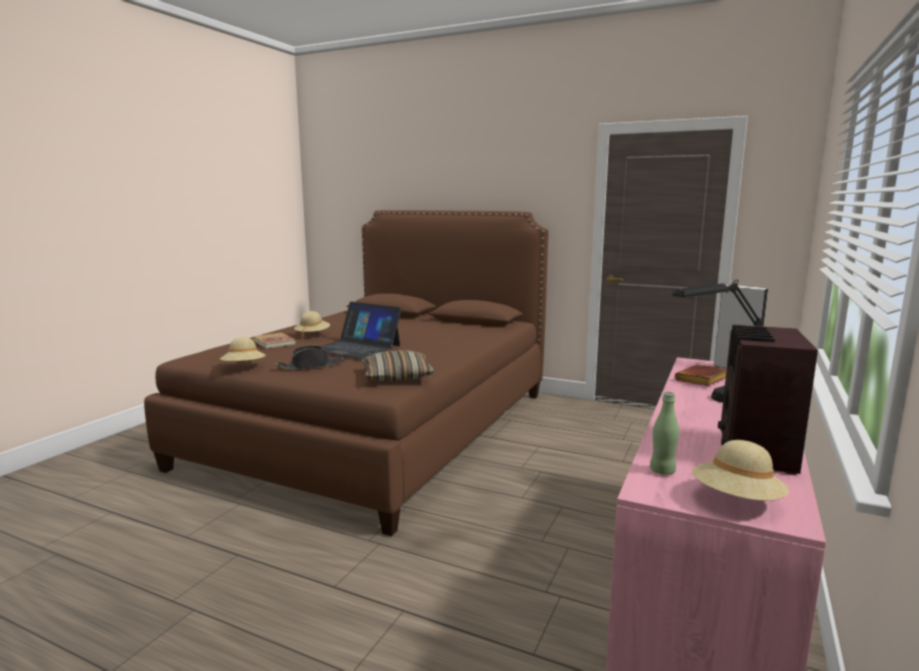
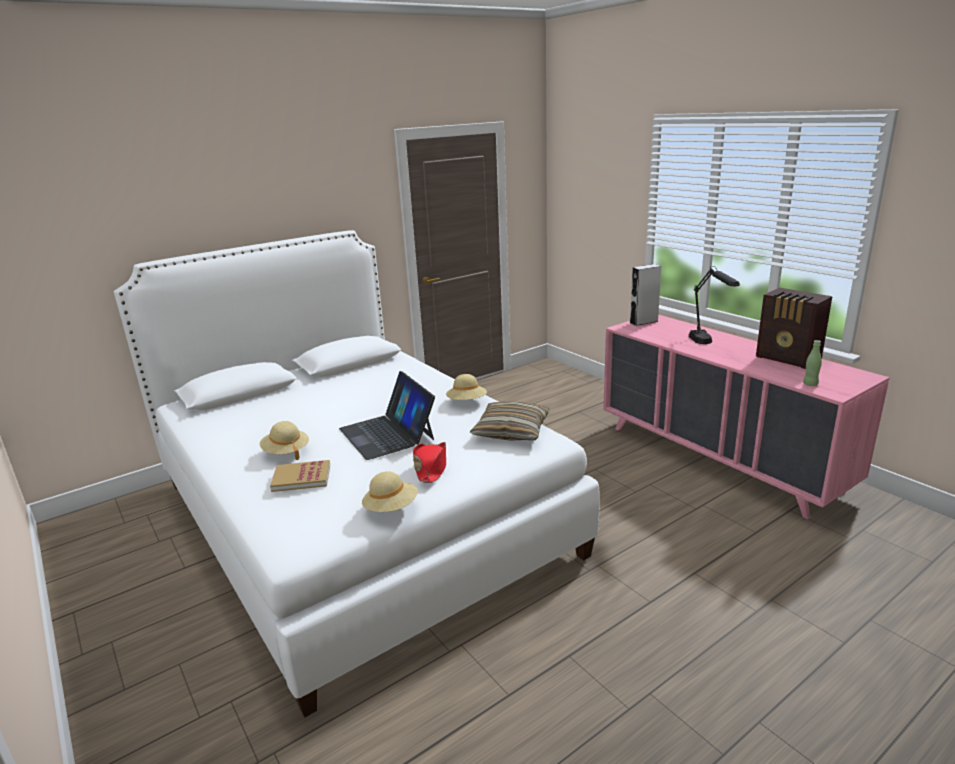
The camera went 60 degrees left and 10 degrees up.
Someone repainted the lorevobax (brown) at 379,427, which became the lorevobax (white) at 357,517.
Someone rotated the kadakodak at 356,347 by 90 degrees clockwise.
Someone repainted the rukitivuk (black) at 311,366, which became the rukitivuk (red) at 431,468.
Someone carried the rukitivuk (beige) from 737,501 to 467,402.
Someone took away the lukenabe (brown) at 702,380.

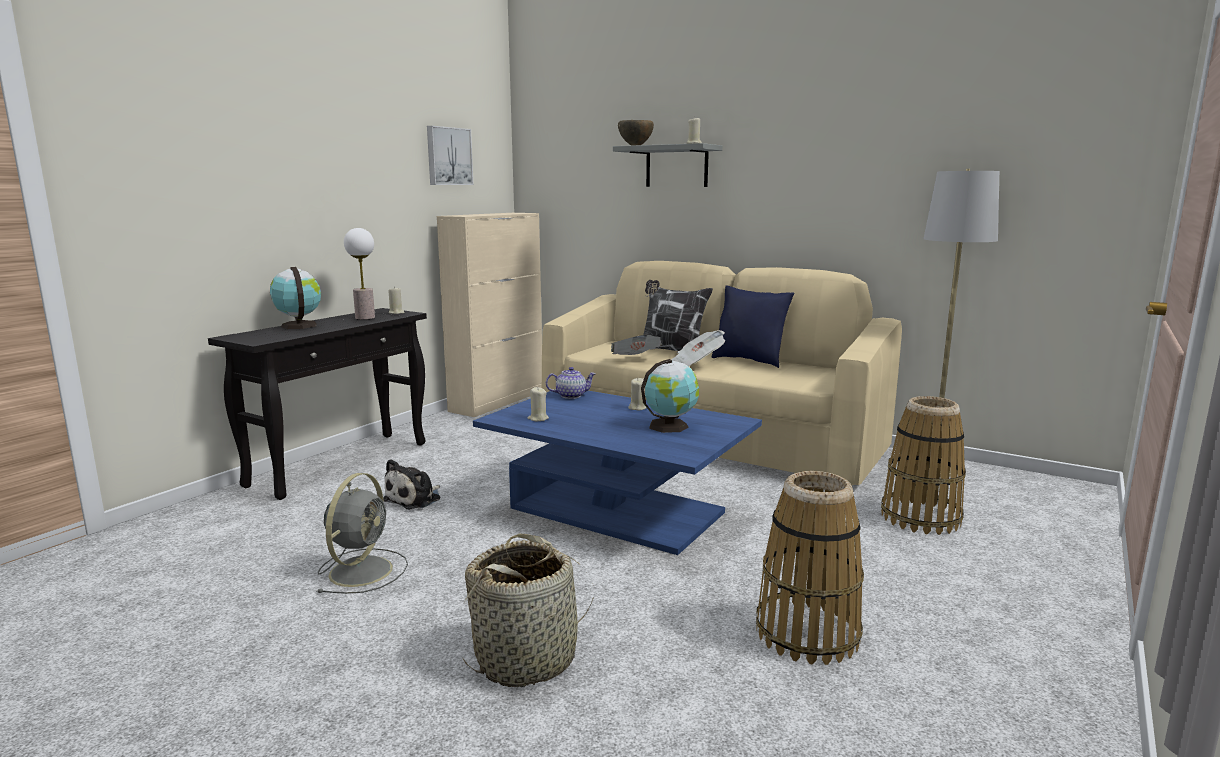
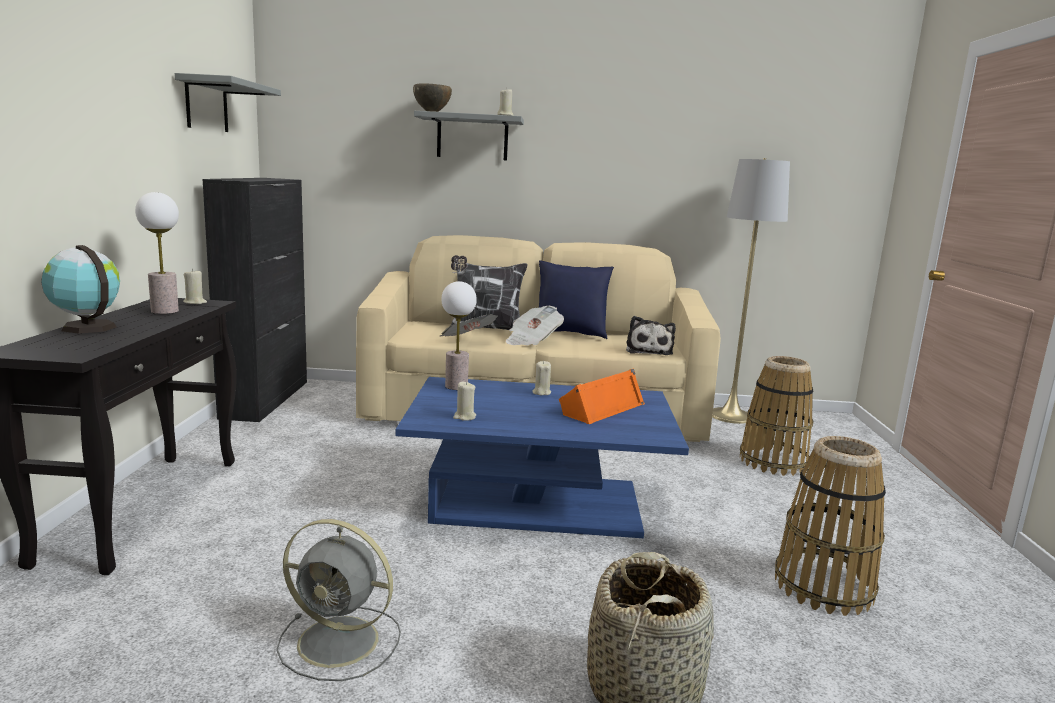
The camera went 30 degrees left and 0 degrees up.
Someone swapped the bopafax at 448,156 for the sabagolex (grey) at 206,105.
Someone repainted the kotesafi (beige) at 498,401, which became the kotesafi (black) at 266,399.
Someone rotated the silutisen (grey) at 362,570 by 120 degrees clockwise.
Someone swapped the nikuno at 571,395 for the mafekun at 456,386.
Someone swapped the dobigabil at 670,426 for the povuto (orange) at 601,408.
Someone carried the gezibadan from 415,499 to 648,351.

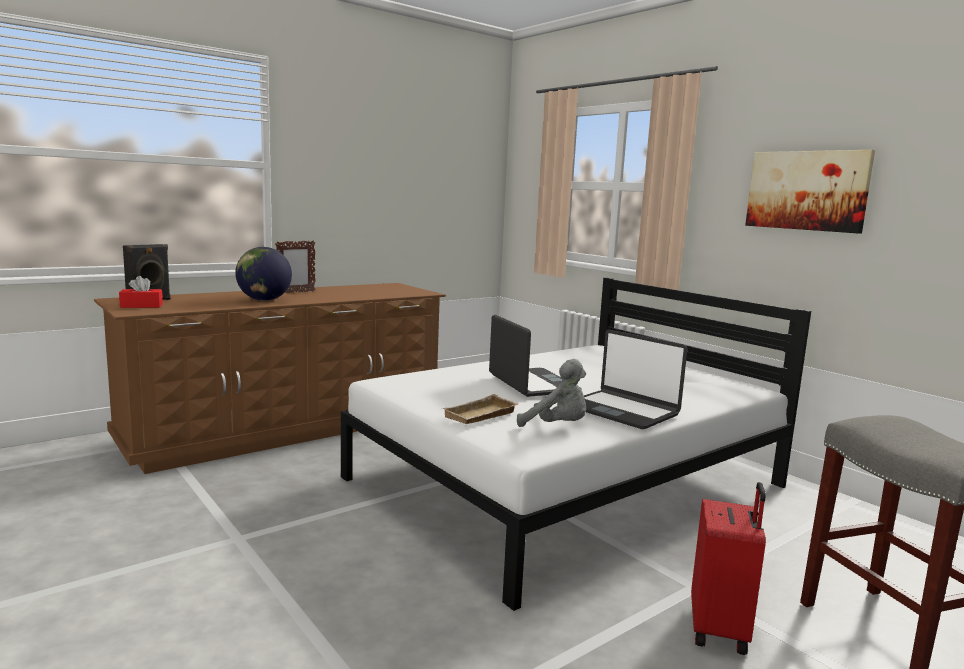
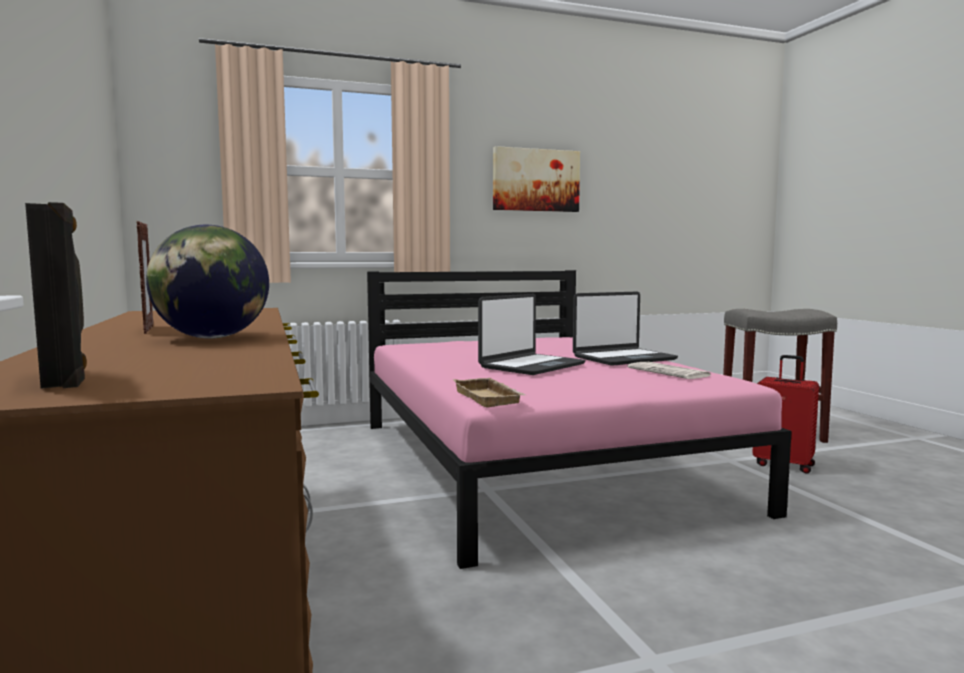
The camera went 70 degrees left and 5 degrees down.
Someone repainted the lorevobax (white) at 567,482, which became the lorevobax (pink) at 535,463.
Someone carried the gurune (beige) from 481,416 to 490,398.
Someone rotated the kadakodak at 532,384 by 135 degrees clockwise.
Someone swapped the gezibadan (grey) at 557,427 for the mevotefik at 670,372.
Someone took away the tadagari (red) at 141,306.

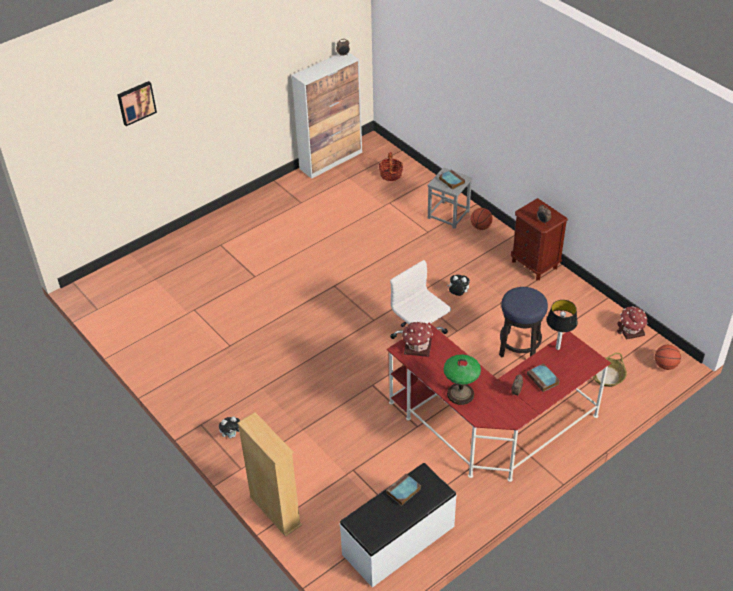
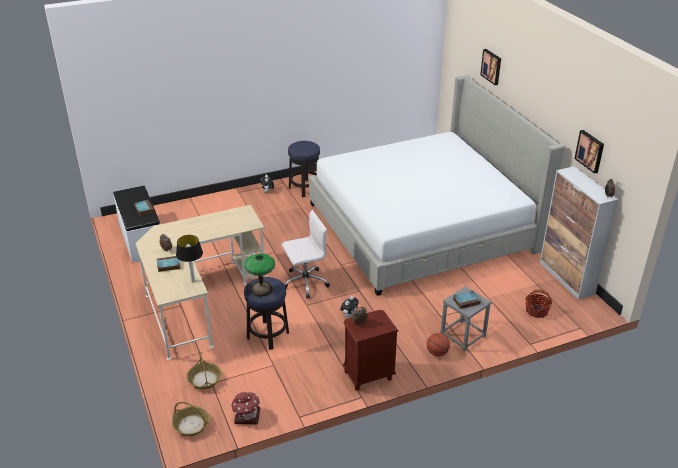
The camera went 105 degrees right and 10 degrees down.
Someone repainted the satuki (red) at 492,428, which became the satuki (beige) at 197,299.
Someone swapped the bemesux at 665,365 for the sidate at 191,425.
Someone carried the mafekun from 460,394 to 261,289.
Someone put down the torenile at 305,188.
Someone put down the lorevobax at 422,227.
Someone put up the bopafax at 590,151.
Someone took away the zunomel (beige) at 275,511.
Someone took away the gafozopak at 417,347.

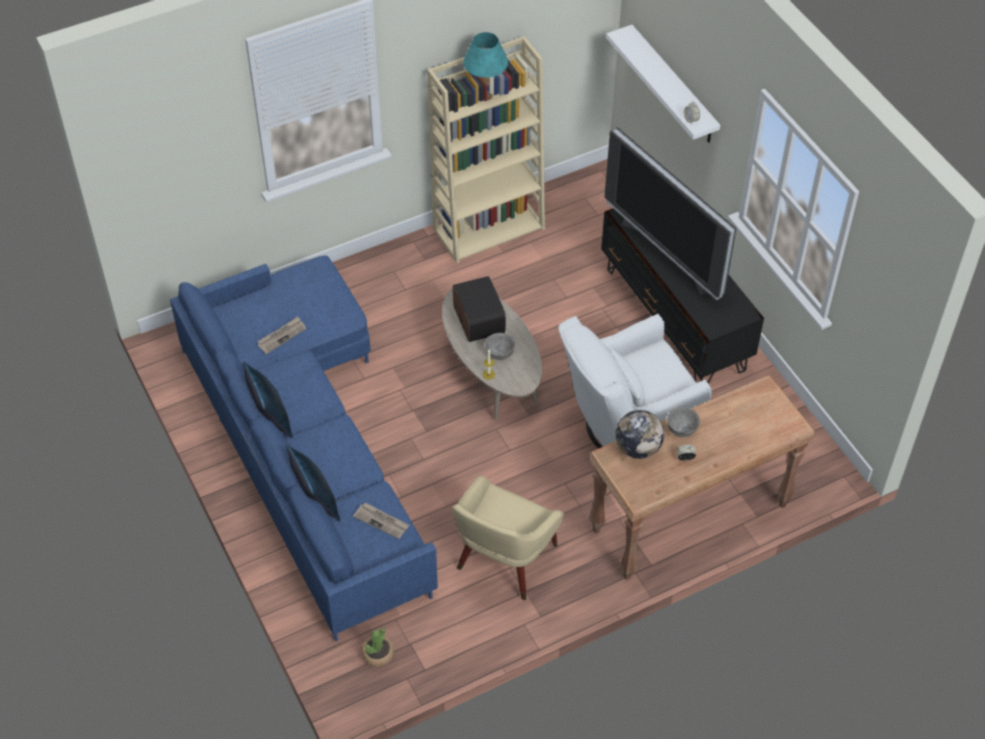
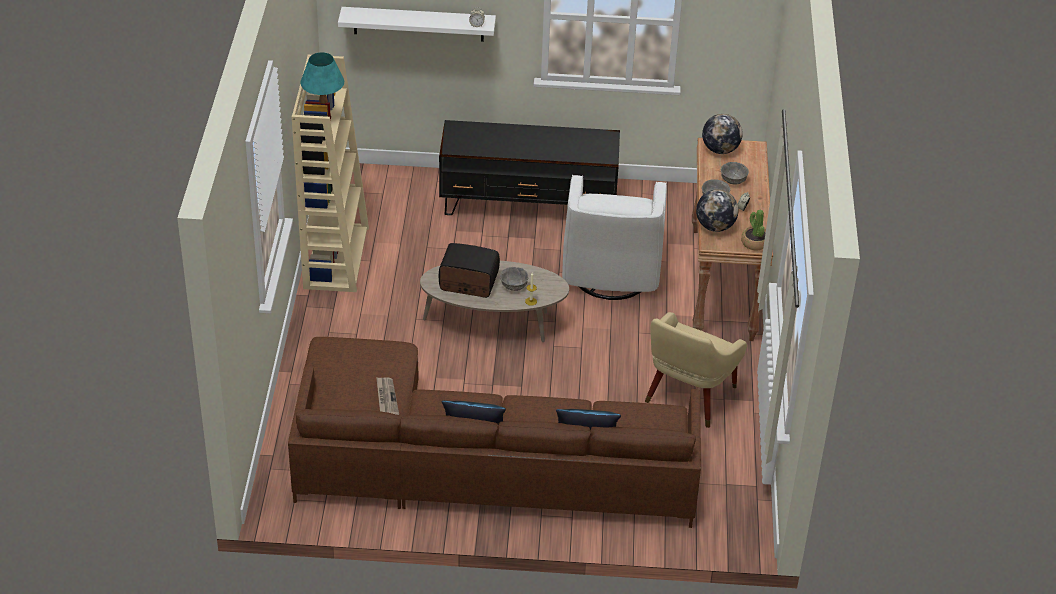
The camera went 60 degrees left and 10 degrees down.
Someone repainted the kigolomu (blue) at 306,447, which became the kigolomu (brown) at 476,465.
Someone rotated the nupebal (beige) at 503,562 by 60 degrees clockwise.
Someone put down the dobigabil at 720,150.
Someone put down the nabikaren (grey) at 733,180.
Someone carried the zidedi from 377,654 to 754,243.
Someone took away the mevotefik at 382,521.
Someone took away the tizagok at 669,254.

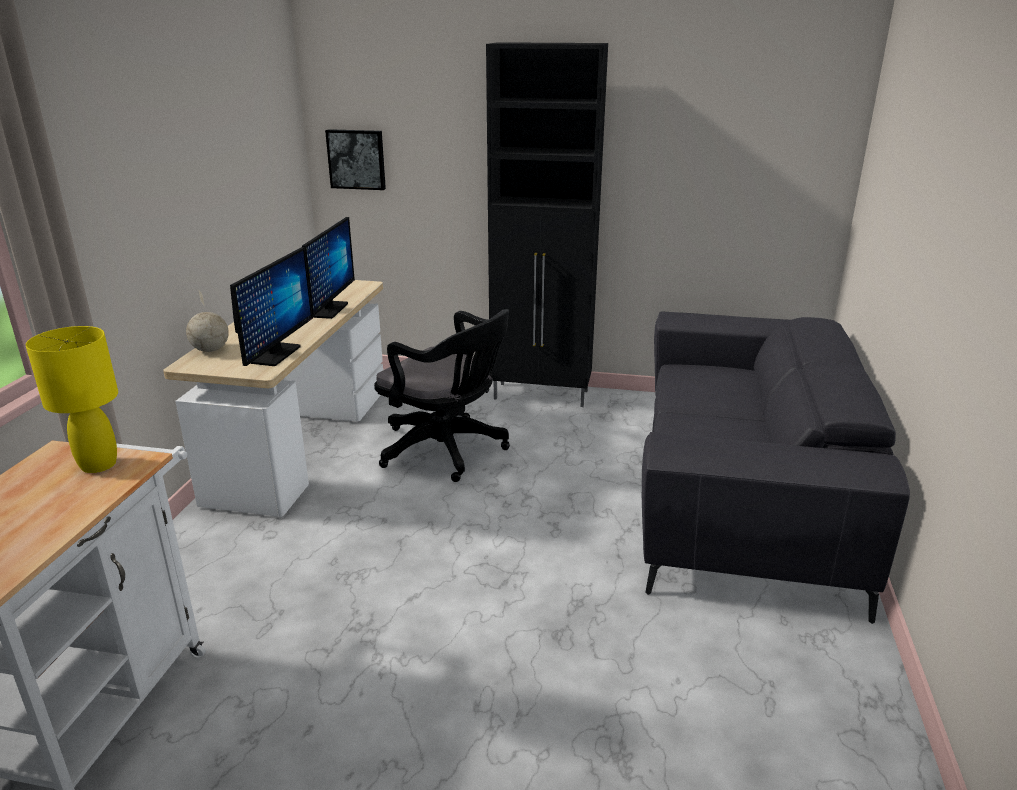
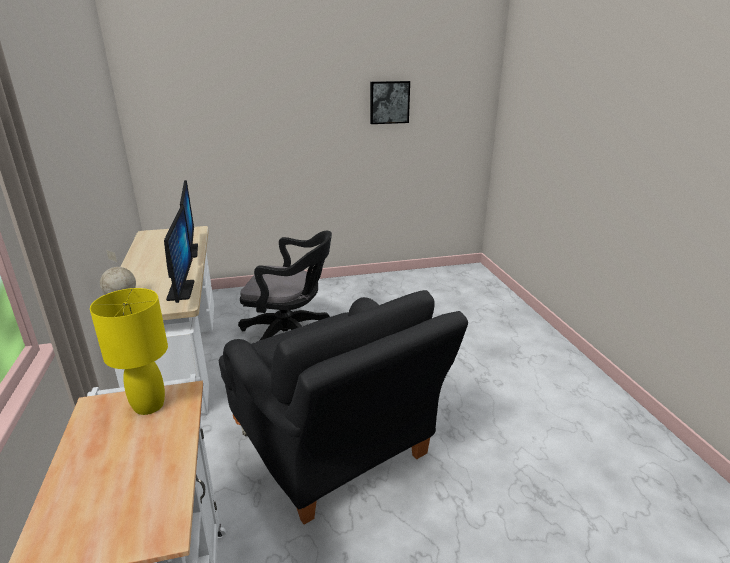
The camera went 25 degrees left and 0 degrees up.
Someone put down the nupebal (black) at 335,450.
Someone carried the bopafax from 357,159 to 389,102.
Someone took away the kotesafi (black) at 542,395.
Someone took away the kigolomu (grey) at 740,490.

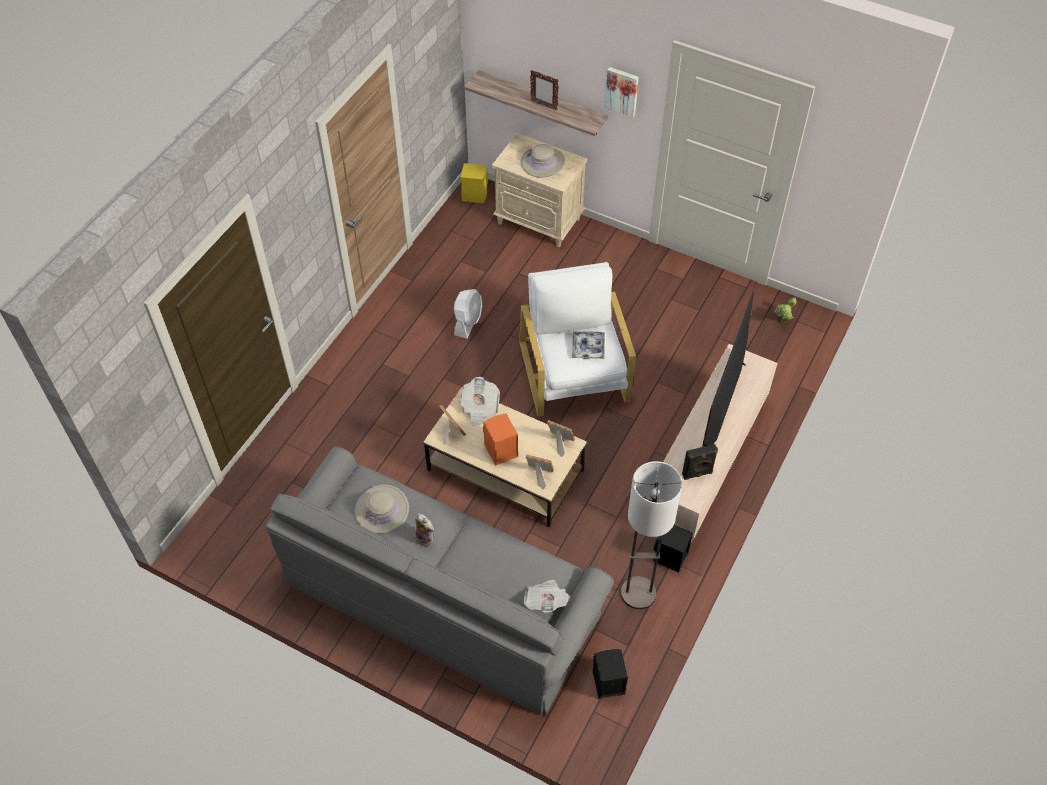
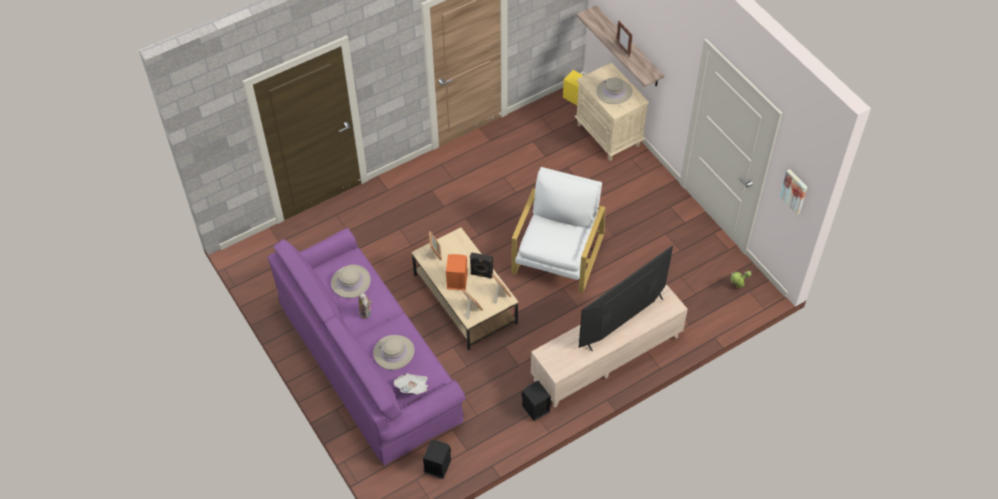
The camera went 30 degrees right and 0 degrees up.
Someone repainted the kigolomu (grey) at 441,596, which became the kigolomu (purple) at 369,360.
Someone put down the rukitivuk (beige) at 394,352.
Someone carried the povuto (black) from 697,474 to 481,275.
Someone carried the bopafax from 622,91 to 794,191.
Someone took away the silutisen (white) at 468,322.
Someone took away the mevotefik at 480,408.
Someone took away the gurune at 588,348.
Someone took away the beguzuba at 638,593.

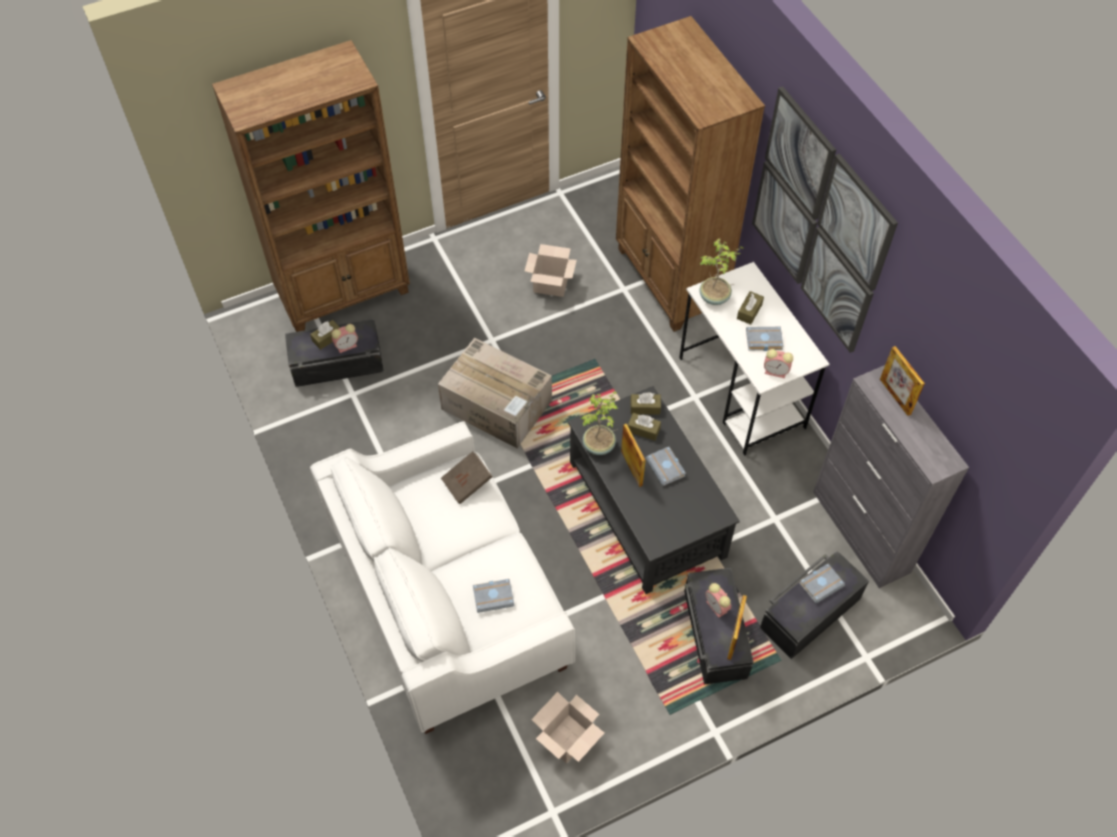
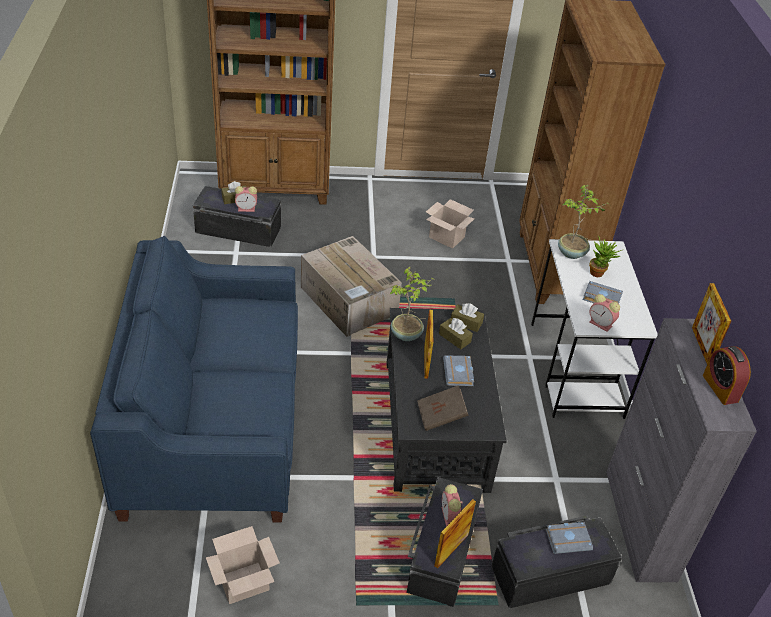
The camera went 20 degrees right and 15 degrees down.
Someone repainted the kigolomu (white) at 449,599, which became the kigolomu (blue) at 213,424.
Someone carried the lukenabe (brown) from 467,483 to 441,416.
Someone swapped the tadagari (brown) at 749,311 for the zidedi at 599,273.
Someone put down the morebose at 720,388.
Someone took away the lukenabe (grey) at 494,596.
Someone took away the bopafax at 819,222.

